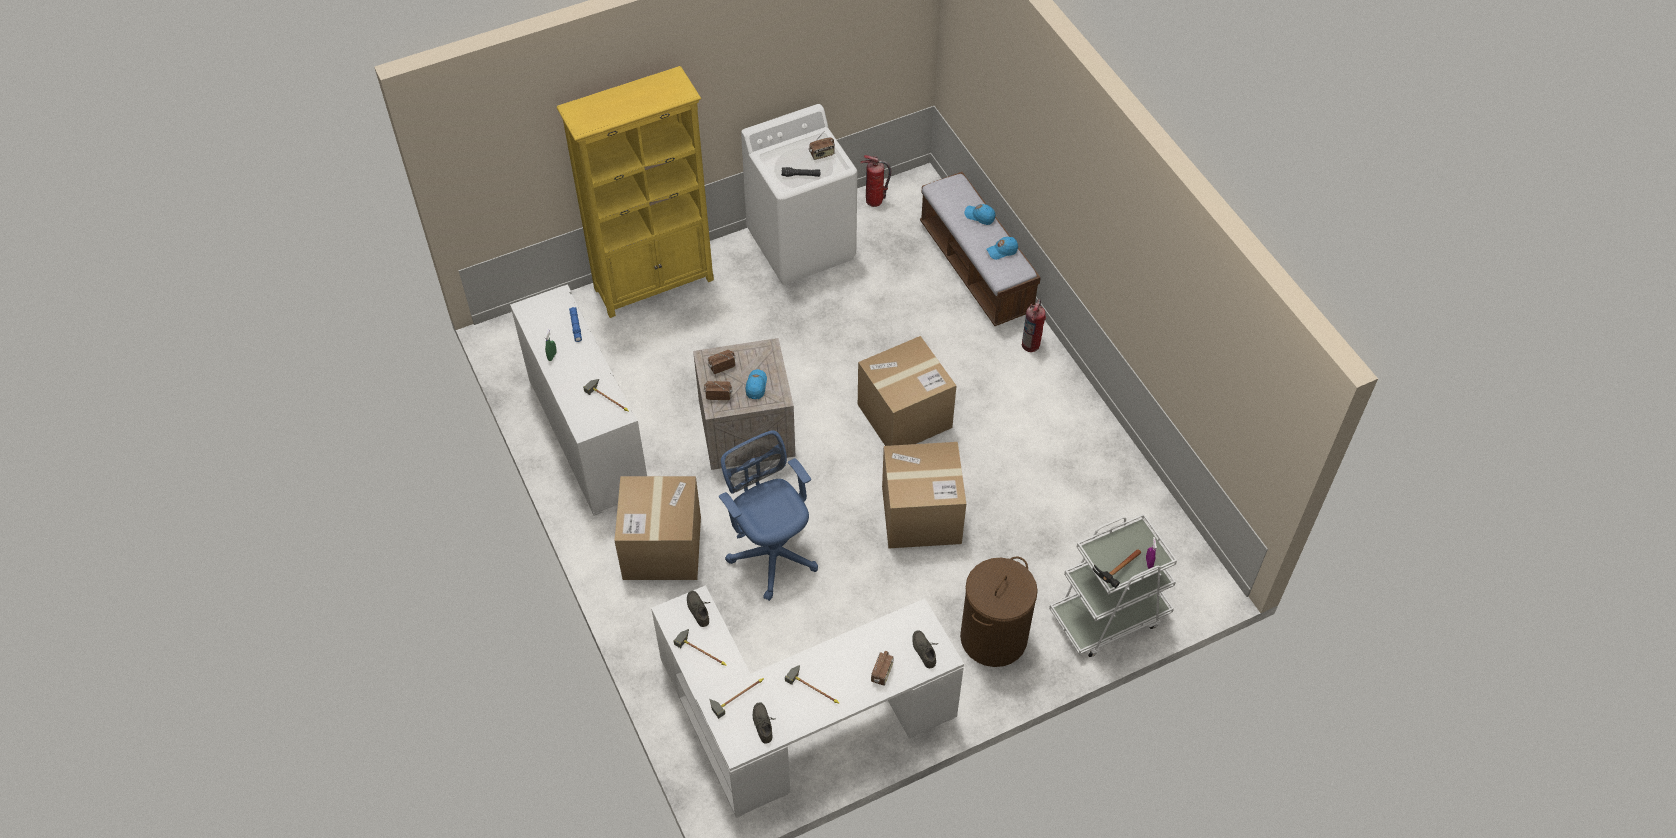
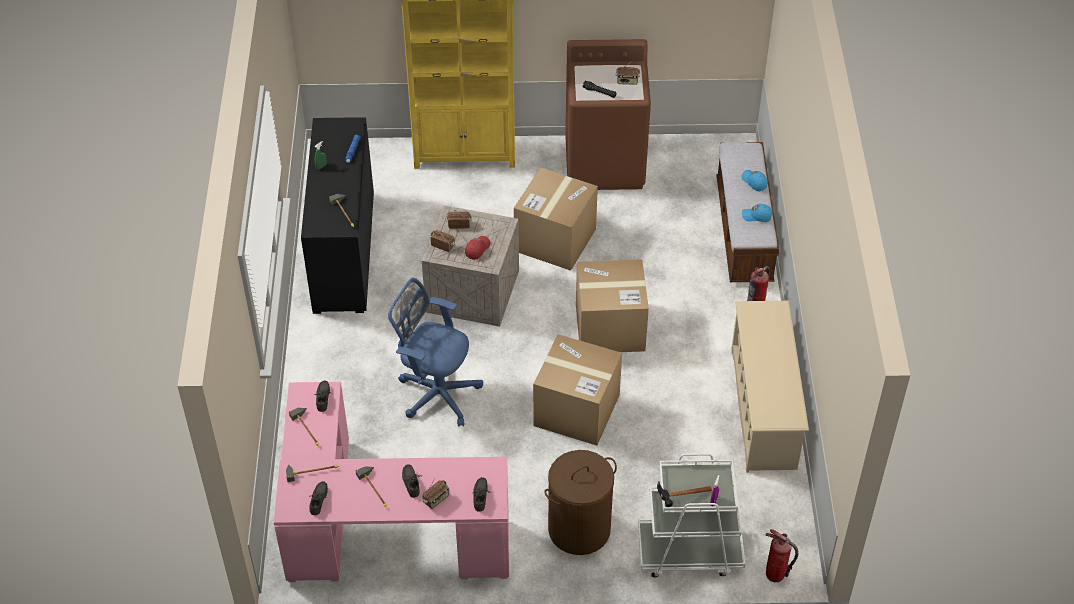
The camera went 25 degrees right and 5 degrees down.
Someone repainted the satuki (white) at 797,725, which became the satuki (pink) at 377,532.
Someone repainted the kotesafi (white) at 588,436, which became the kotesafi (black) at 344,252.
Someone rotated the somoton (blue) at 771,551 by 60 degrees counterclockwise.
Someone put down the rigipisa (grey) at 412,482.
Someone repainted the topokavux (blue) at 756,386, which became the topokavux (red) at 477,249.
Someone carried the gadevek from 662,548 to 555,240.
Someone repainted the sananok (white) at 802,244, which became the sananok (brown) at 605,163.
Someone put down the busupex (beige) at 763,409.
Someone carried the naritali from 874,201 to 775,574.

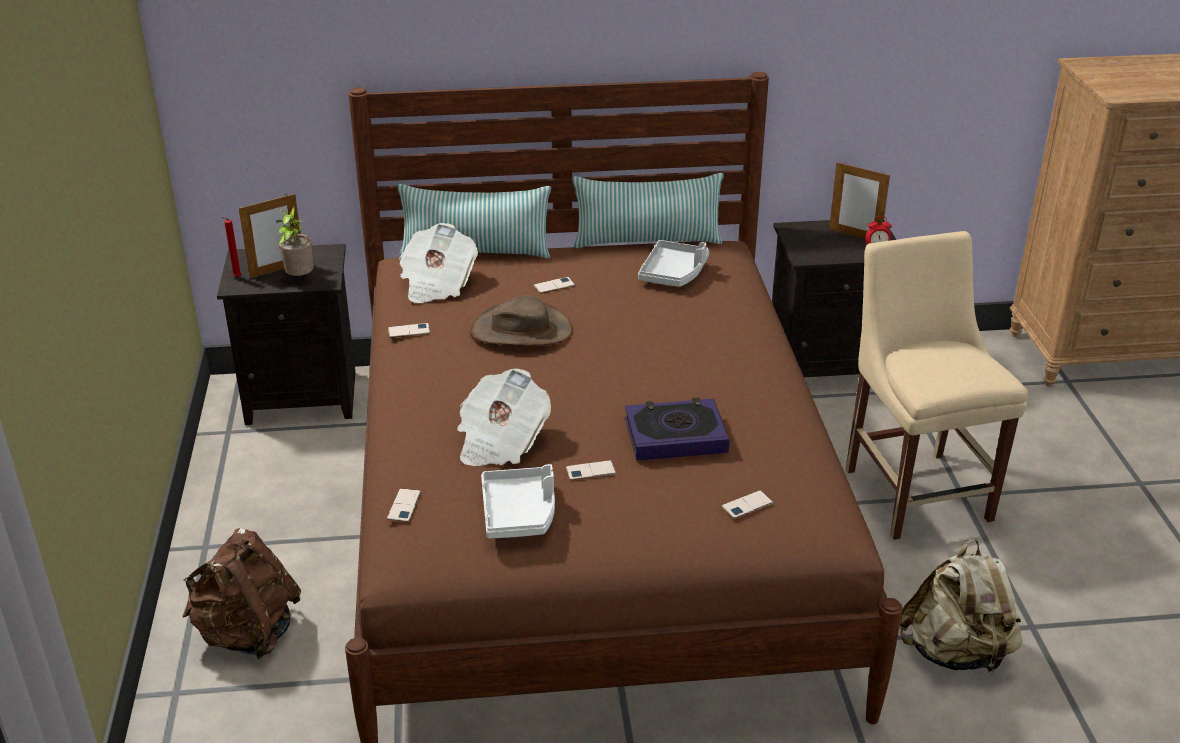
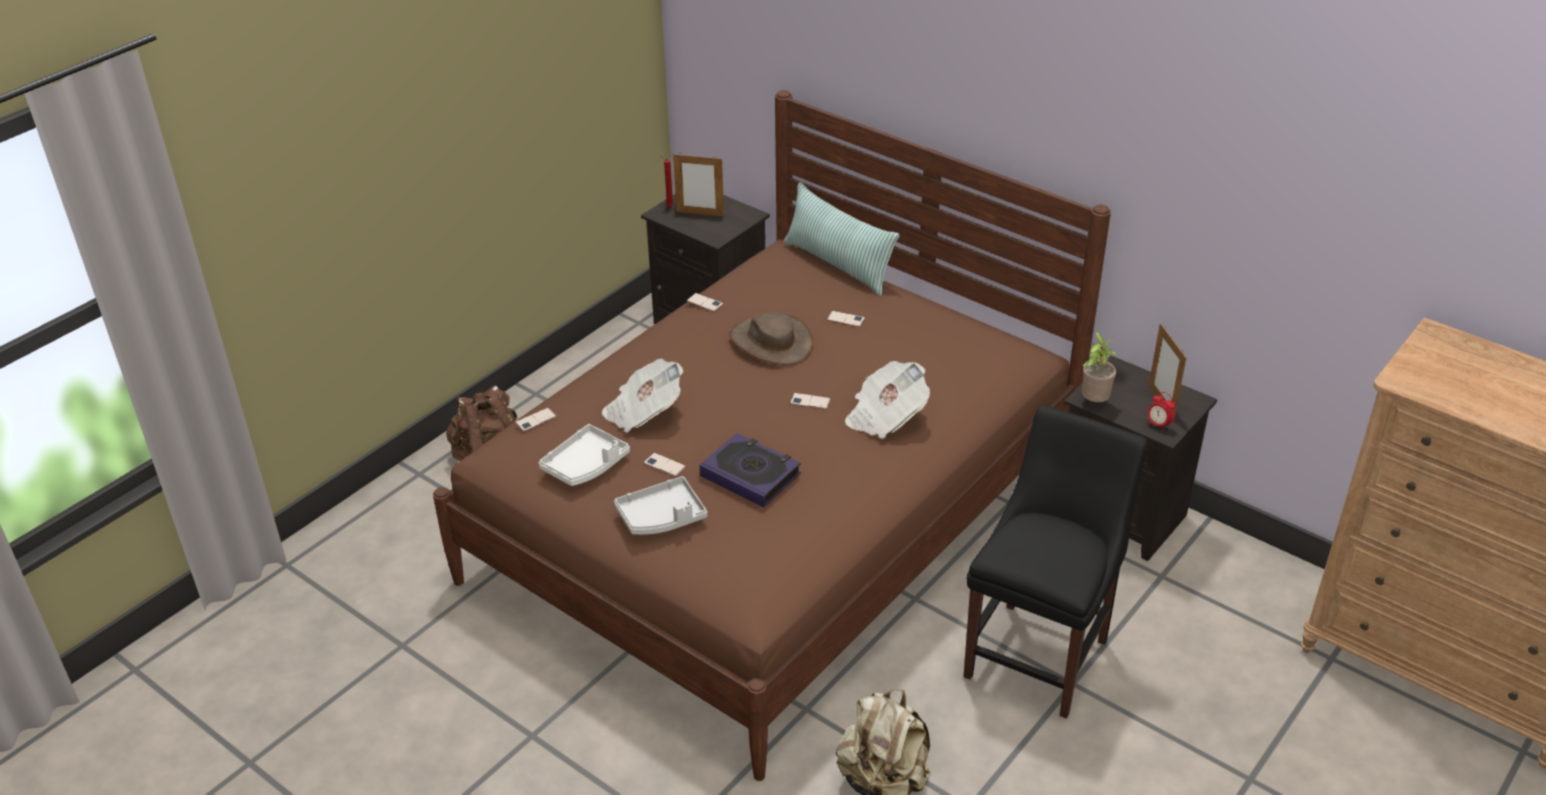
The camera went 45 degrees right and 5 degrees up.
Someone carried the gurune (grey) from 674,273 to 662,517.
Someone carried the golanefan from 747,505 to 810,401.
Someone carried the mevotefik from 437,284 to 885,416.
Someone repainted the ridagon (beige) at 915,489, which became the ridagon (black) at 1040,653.
Someone carried the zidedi from 299,279 to 1094,402.
Someone took away the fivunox at 647,241.

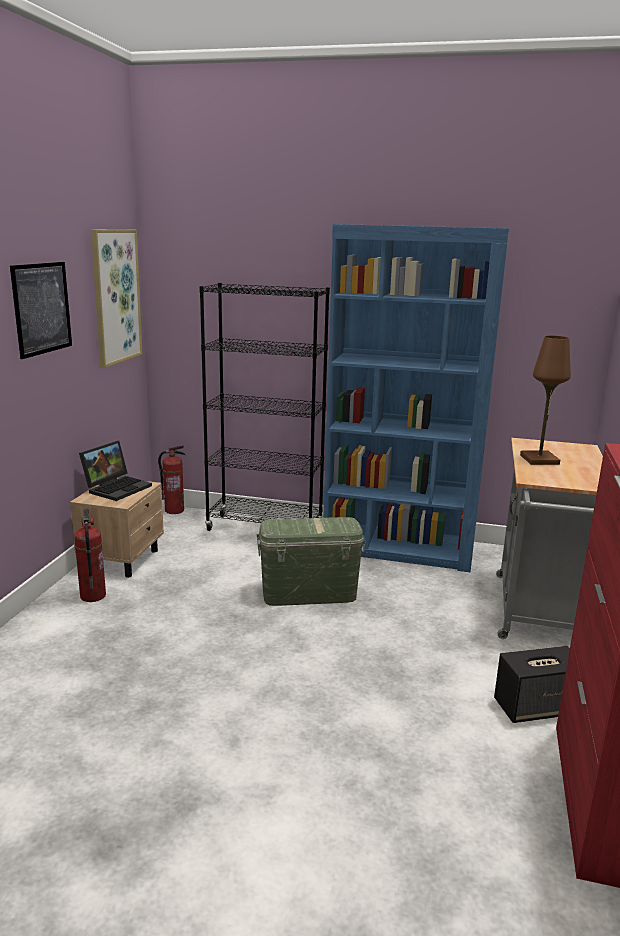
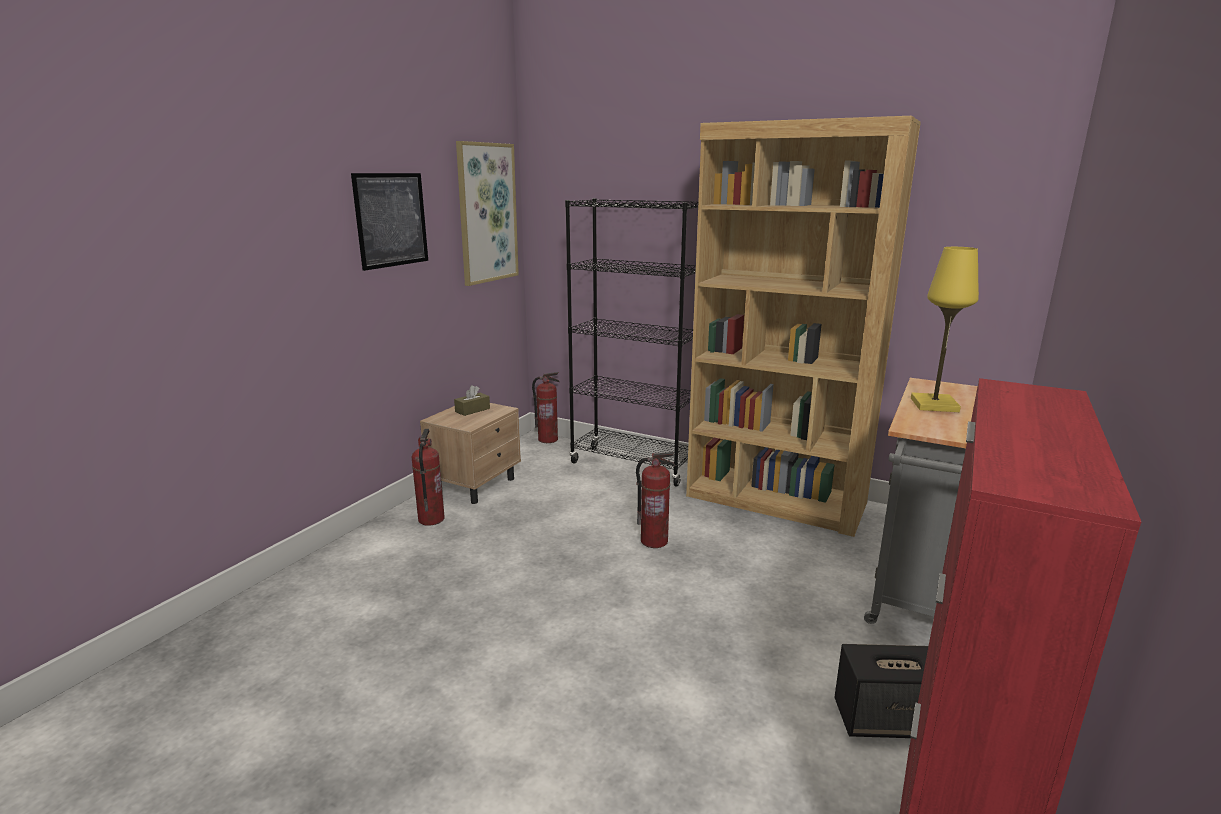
The camera went 15 degrees right and 0 degrees up.
Someone swapped the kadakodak at 117,487 for the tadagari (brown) at 472,410.
Someone swapped the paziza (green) at 309,593 for the naritali at 654,541.
Someone repainted the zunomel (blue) at 398,548, which became the zunomel (brown) at 775,500.
Someone repainted the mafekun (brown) at 539,460, which became the mafekun (yellow) at 934,405.

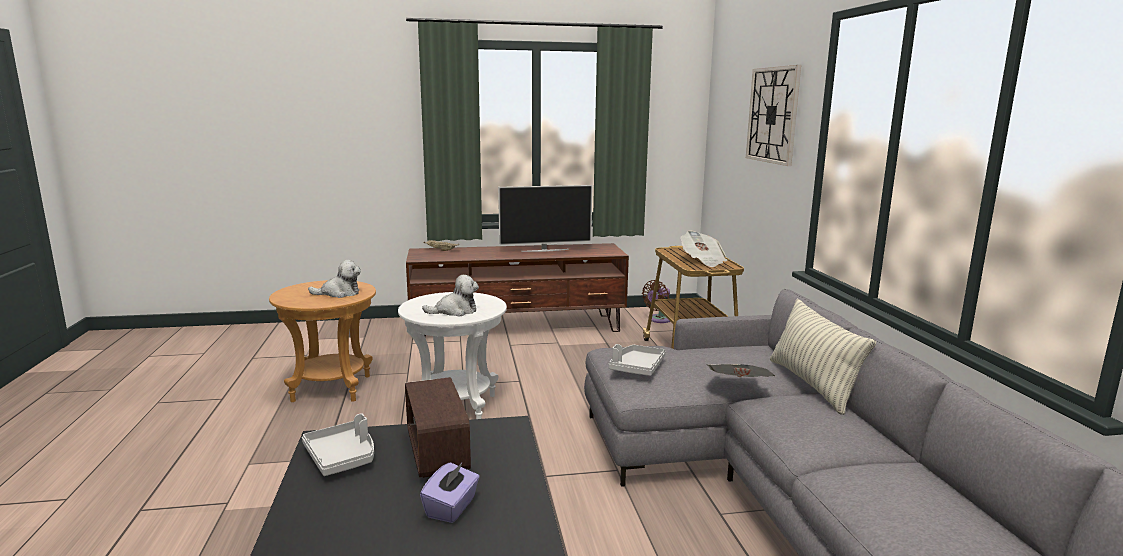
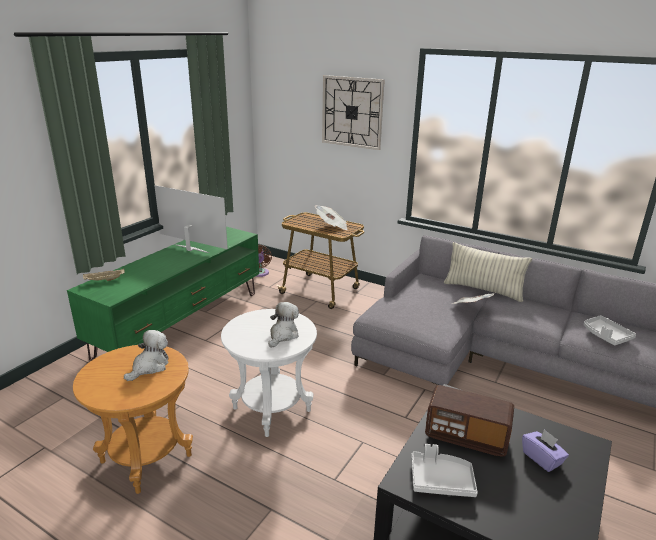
The camera went 50 degrees left and 10 degrees up.
Someone repainted the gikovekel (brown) at 518,328, which became the gikovekel (green) at 182,323.
Someone rotated the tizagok at 544,250 by 90 degrees counterclockwise.
Someone carried the gurune (grey) from 637,368 to 606,335.

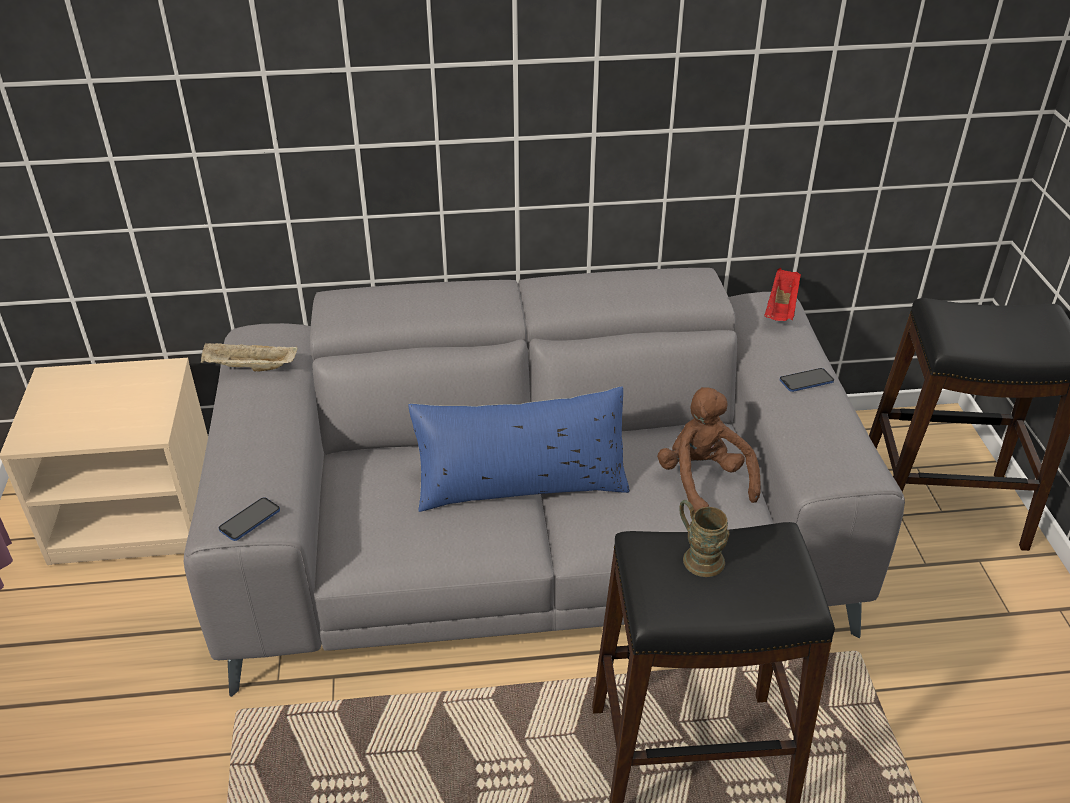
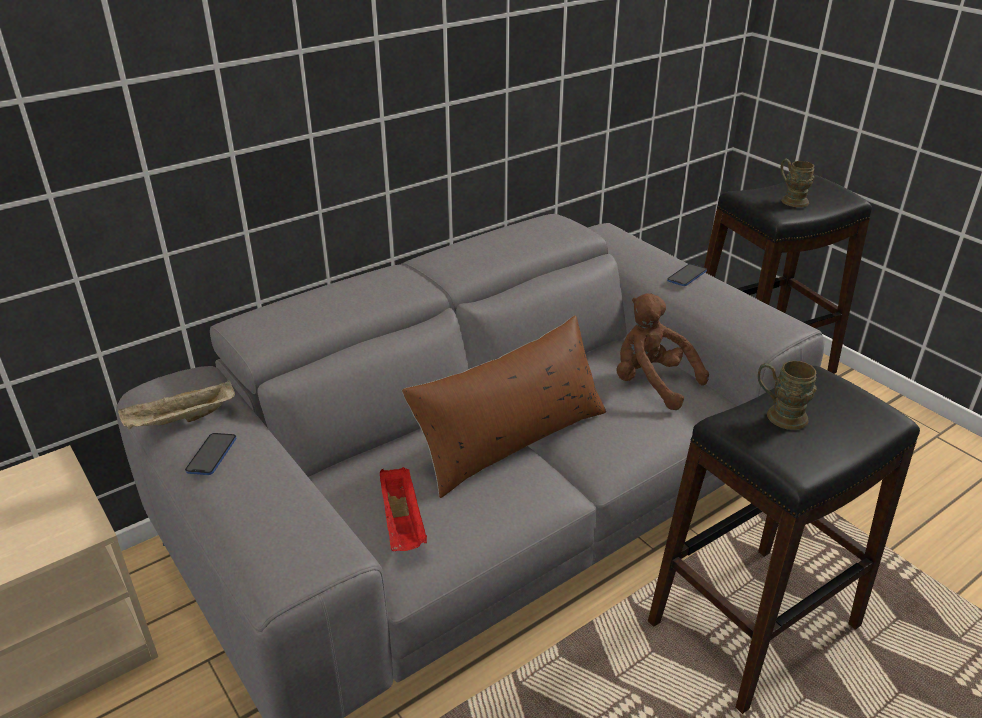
The camera went 30 degrees left and 5 degrees down.
Someone carried the golanefan from 250,520 to 211,455.
Someone carried the gurune (red) from 781,309 to 403,523.
Someone repainted the fivunox (blue) at 521,483, which became the fivunox (brown) at 511,439.
Someone put down the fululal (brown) at 790,199.

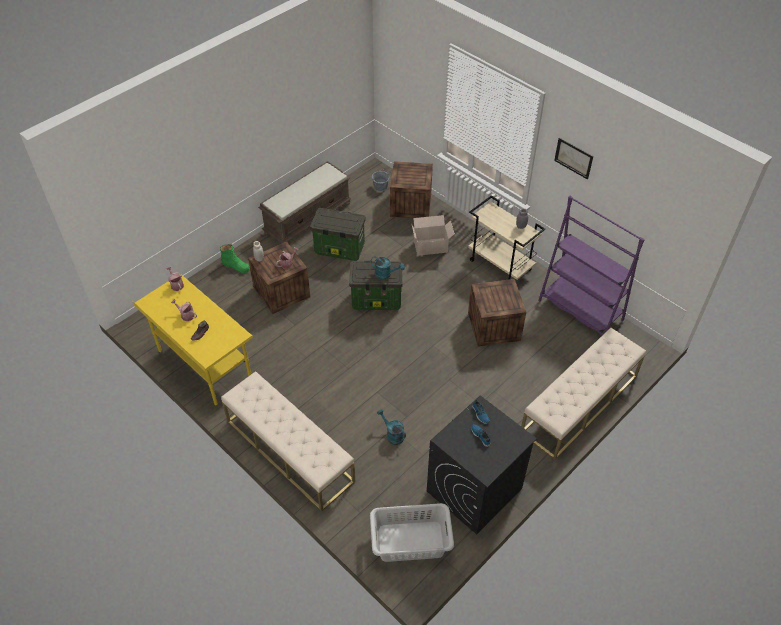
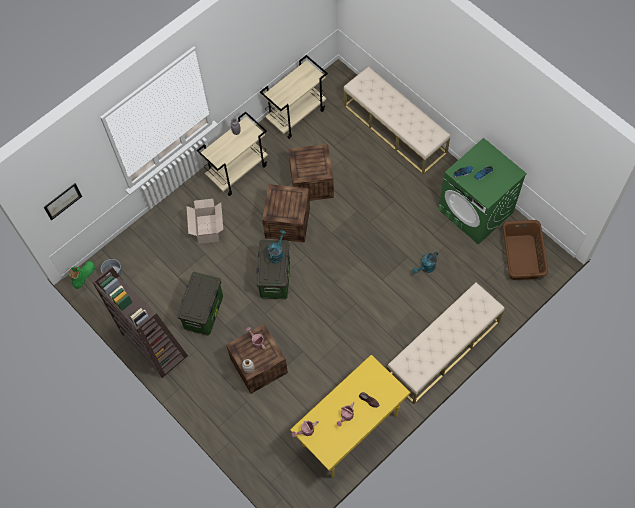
The camera went 85 degrees left and 15 degrees up.
Someone carried the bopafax from 573,158 to 62,201.
Someone carried the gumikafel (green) from 236,266 to 84,275.
Someone swapped the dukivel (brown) at 308,217 for the zunomel (brown) at 153,345.
Someone swapped the zunomel (purple) at 580,310 for the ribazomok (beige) at 296,115.
Someone carried the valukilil from 410,204 to 287,222.
Someone repainted the sananok (black) at 474,490, which became the sananok (green) at 476,211.
Someone repainted the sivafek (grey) at 410,541, which became the sivafek (brown) at 521,257.

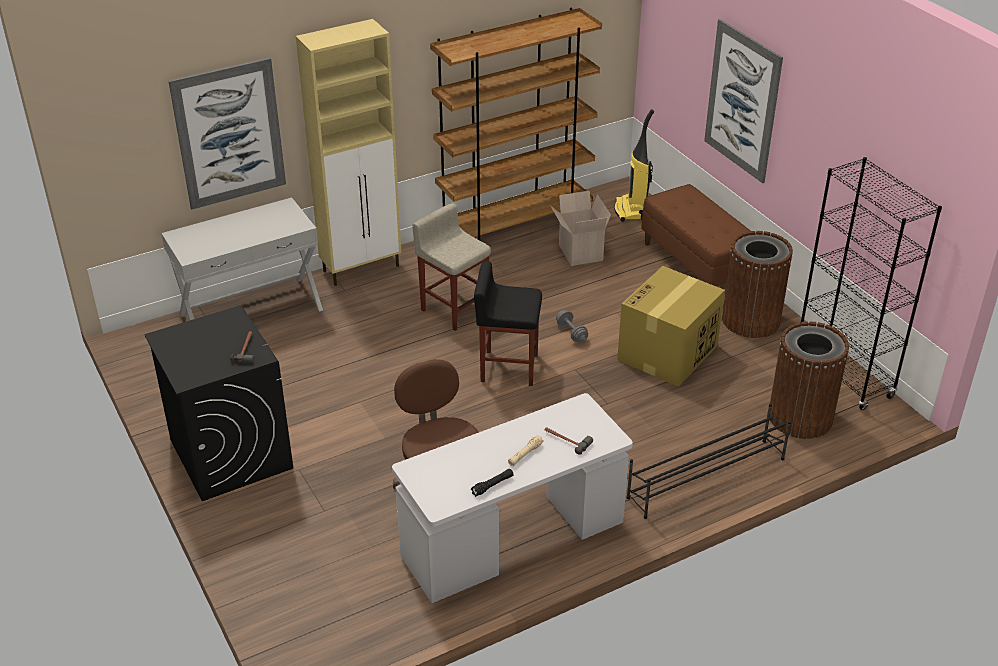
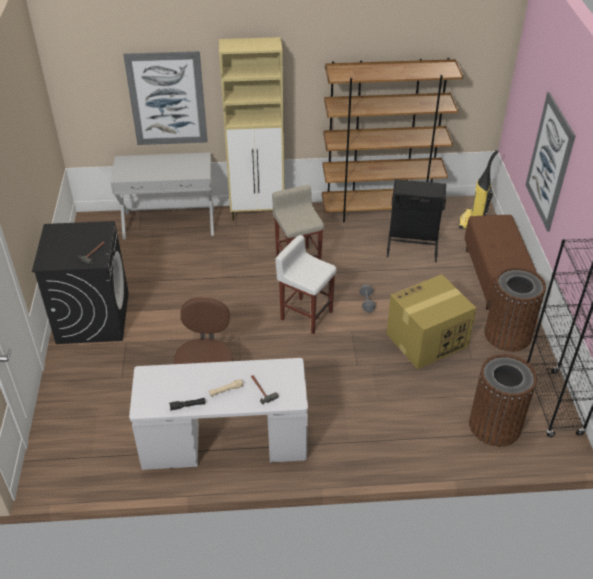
The camera went 25 degrees right and 5 degrees up.
Someone repainted the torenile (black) at 508,368, which became the torenile (white) at 306,315.
Someone swapped the gadevek at 579,252 for the sivafek (black) at 412,243.
Someone took away the busupex (black) at 705,478.

